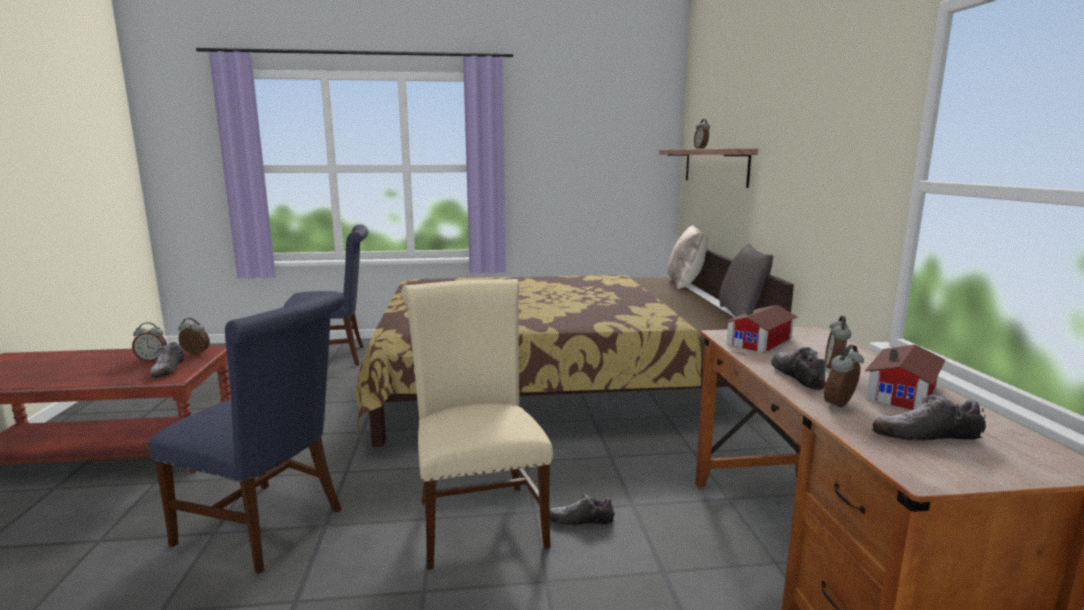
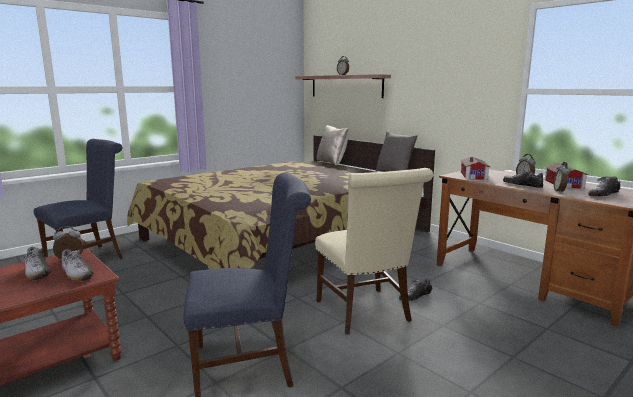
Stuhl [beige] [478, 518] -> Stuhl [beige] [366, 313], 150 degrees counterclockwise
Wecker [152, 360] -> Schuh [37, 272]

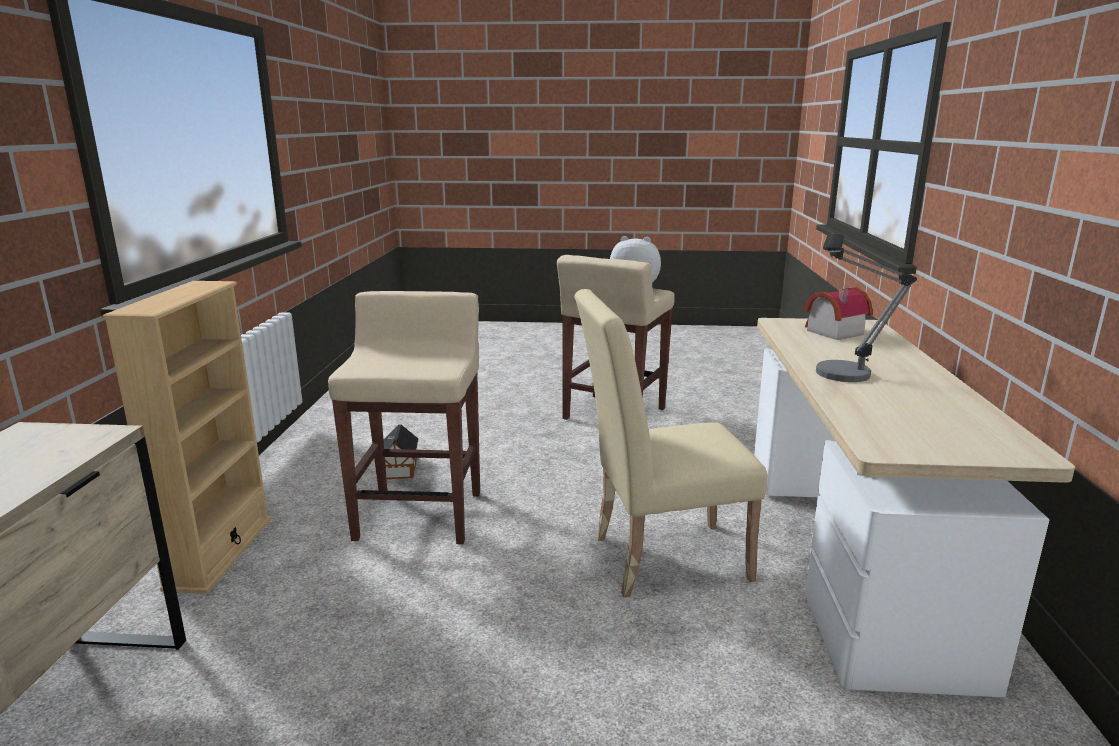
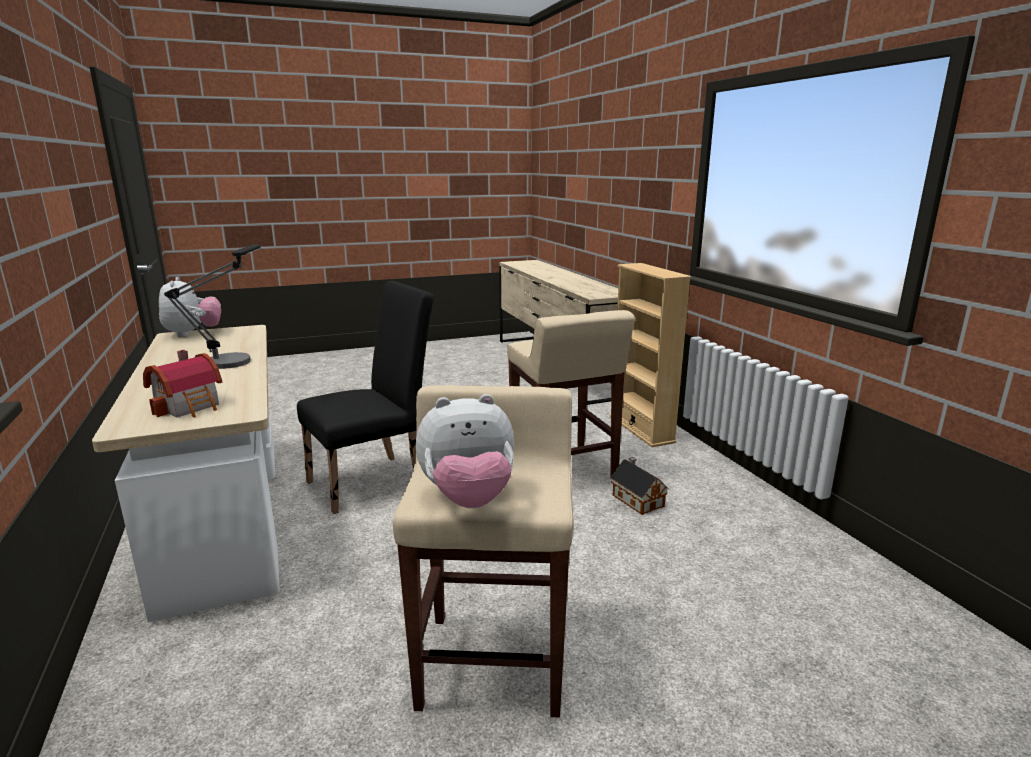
Stuhl [beige] [658, 558] -> Stuhl [schwarz] [375, 480]
none -> Plüschtier [193, 334]

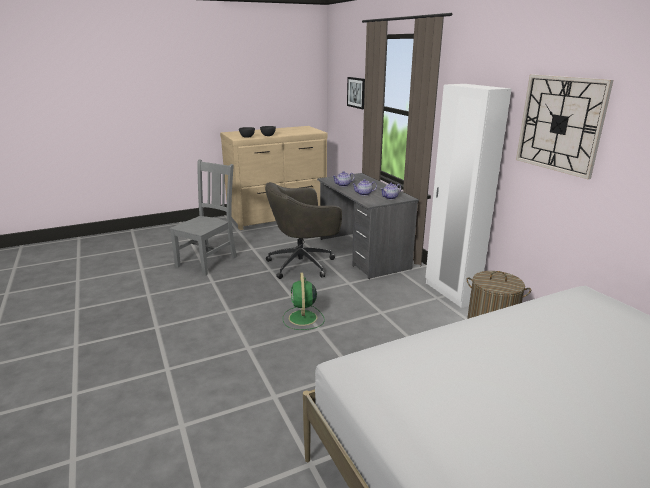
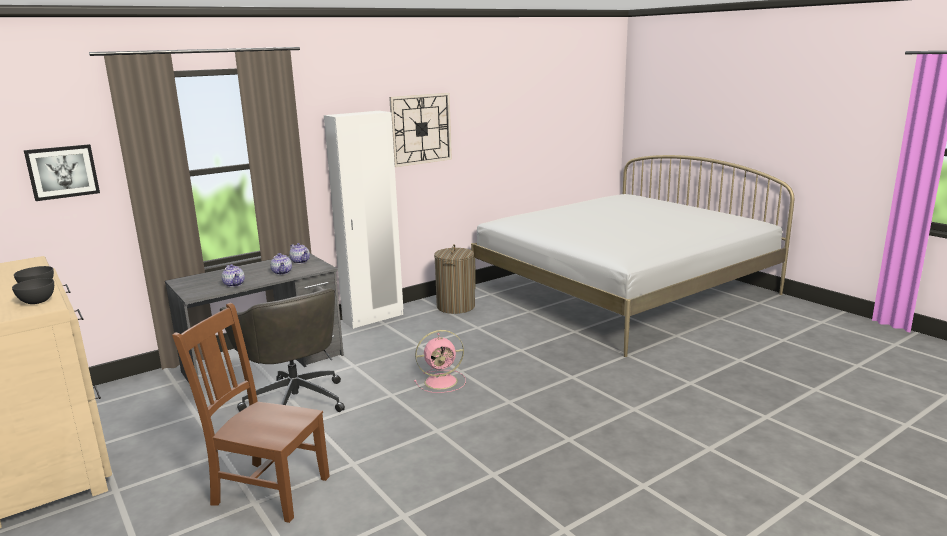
Stuhl [grau] [208, 261] -> Stuhl [braun] [268, 489]
Ventilator [grün] [303, 318] -> Ventilator [rosa] [442, 381]

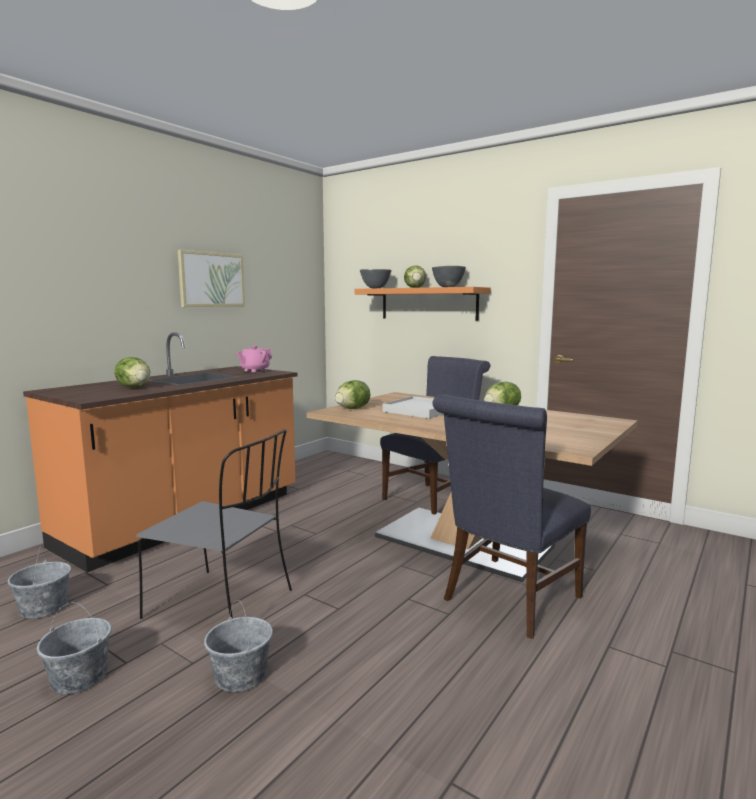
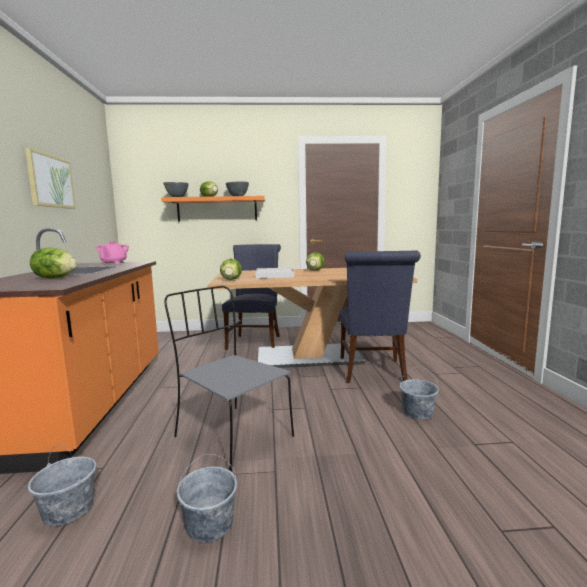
Stuhl [grau] [223, 605] -> Stuhl [grau] [231, 436], 120 degrees counterclockwise
Eimer [grau] [240, 675] -> Eimer [grau] [417, 412], relocated

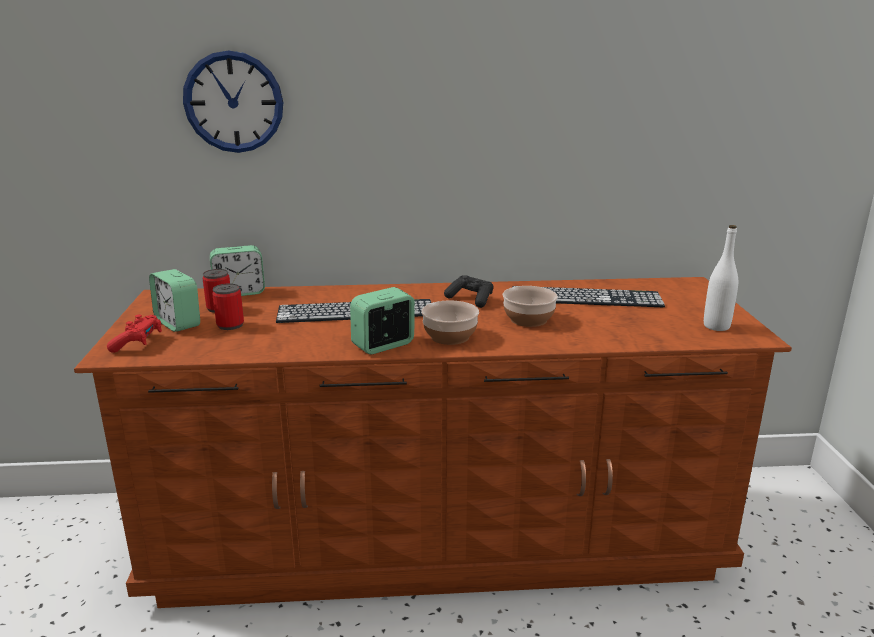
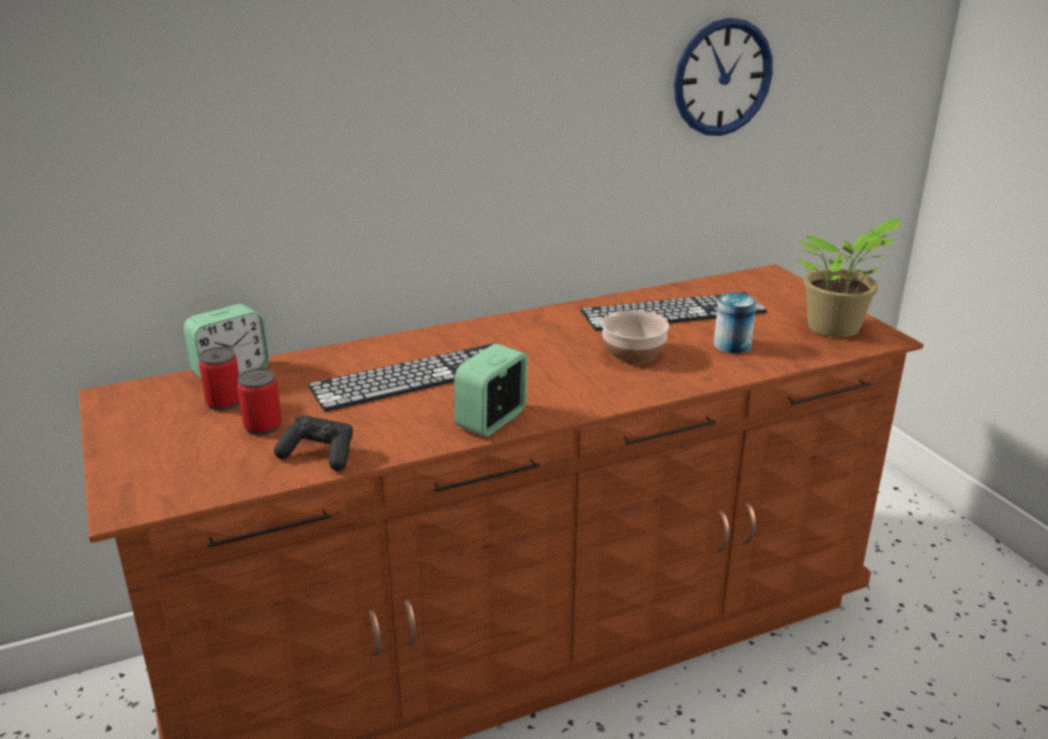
Wanduhr [233, 102] -> Wanduhr [722, 77], relocated
Flasche [weiß] [716, 326] -> Topfpflanze [836, 329]
Wecker [178, 323] -> none
Gamepad [schwarz] [471, 299] -> Gamepad [schwarz] [319, 454], relocated
Schüssel [449, 336] -> none
Gamepad [rot] [138, 343] -> none
none -> Dose [732, 345]

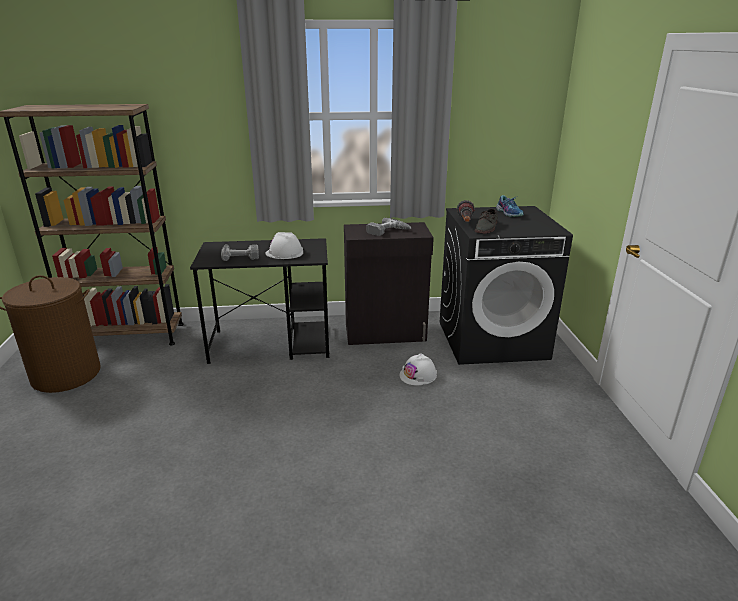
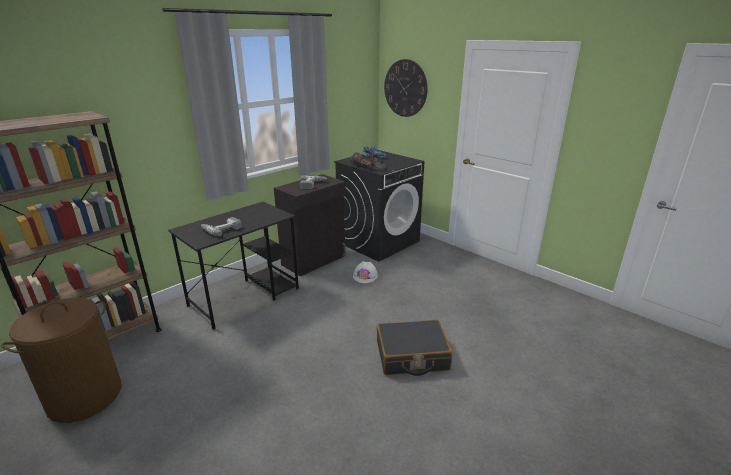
Schutzhelm [weiß] [284, 253] -> none
none -> Wanduhr [405, 88]
none -> Koffer [schwarz] [412, 356]

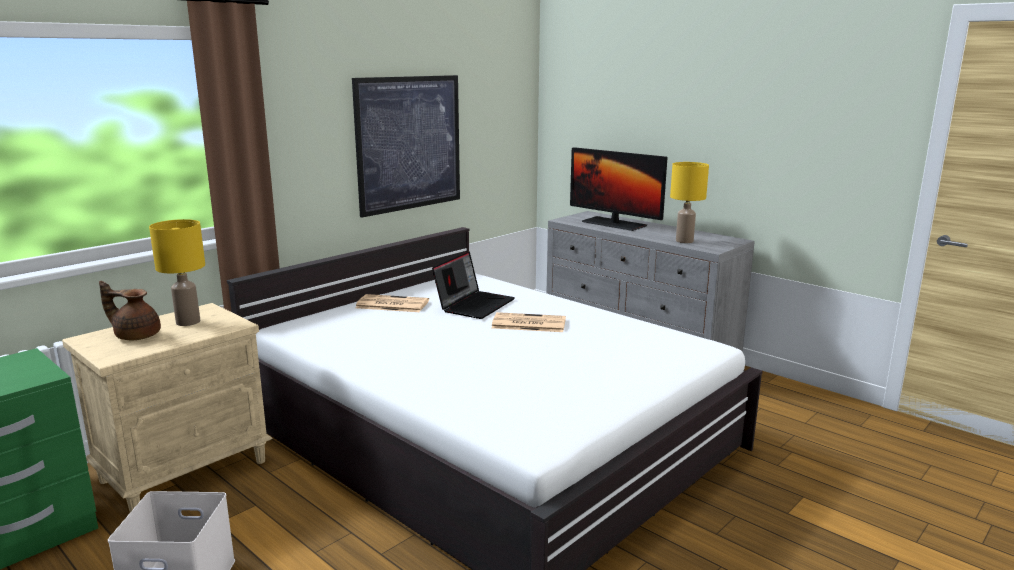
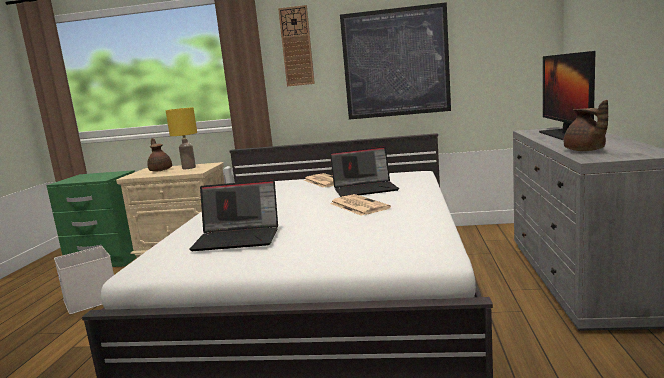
Tischlampe [gelb] [684, 241] -> Teekanne [braun] [585, 150]
none -> Wanduhr [296, 46]
none -> Laptop [239, 238]

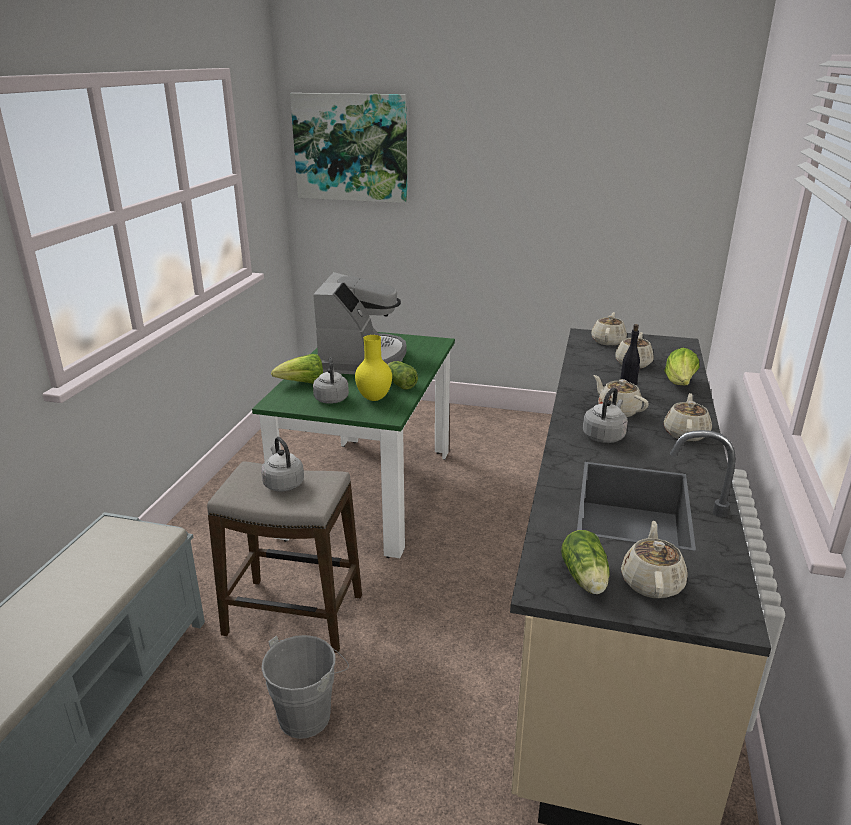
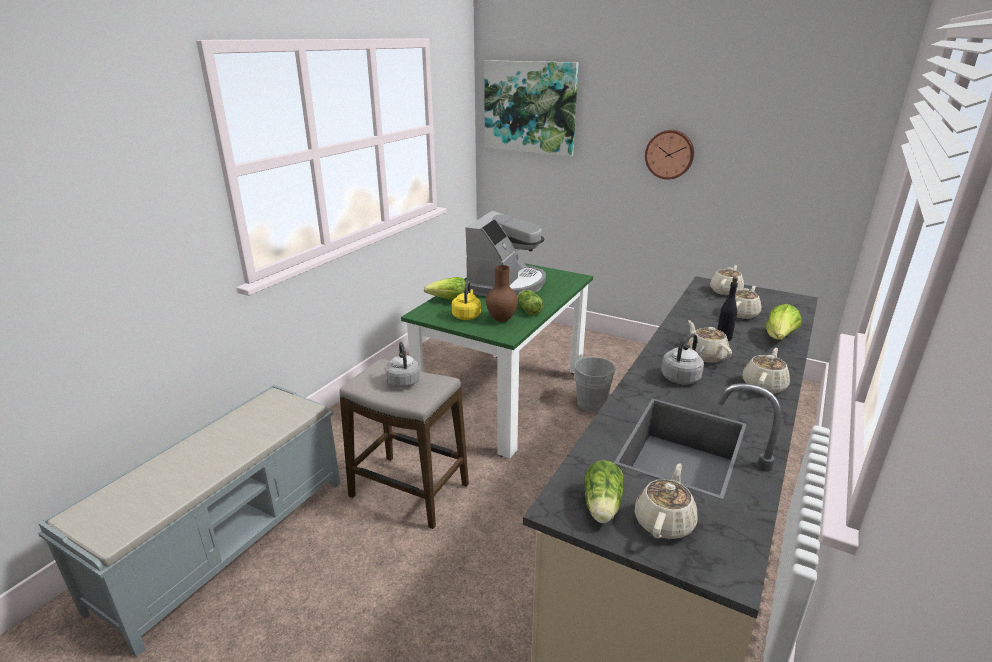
Vase [gelb] [375, 398] -> Vase [braun] [502, 320]
Wasserkessel [grau] [331, 398] -> Wasserkessel [gelb] [466, 315]
Eimer [grau] [309, 713] -> Eimer [grau] [594, 402], relocated
none -> Wanduhr [669, 154]

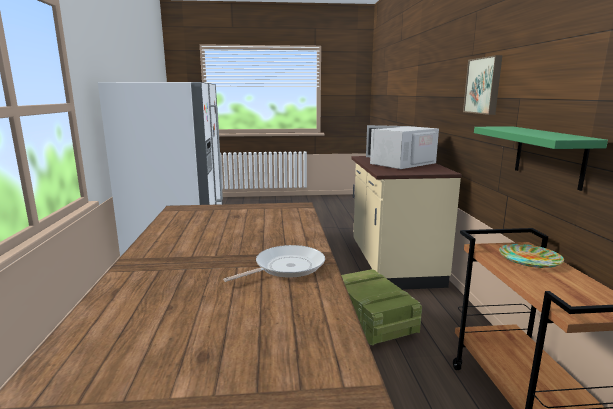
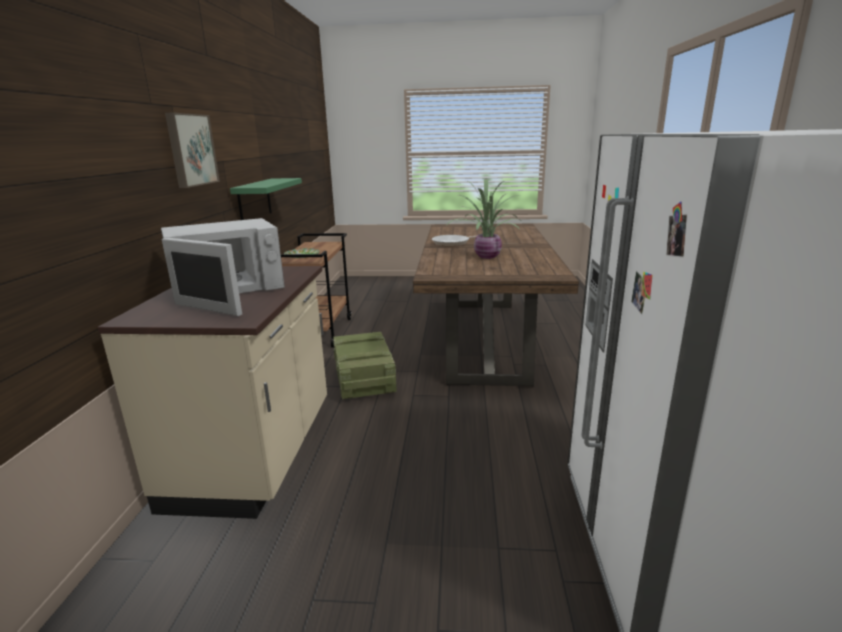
none -> Topfpflanze [487, 256]

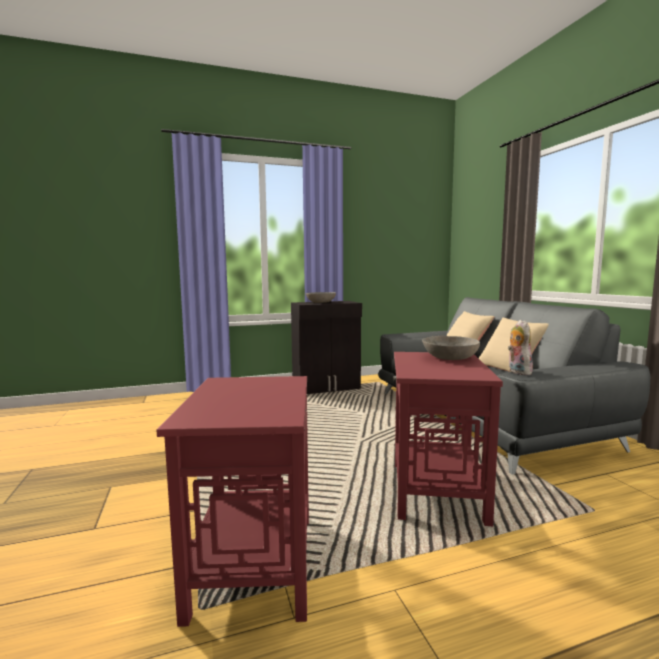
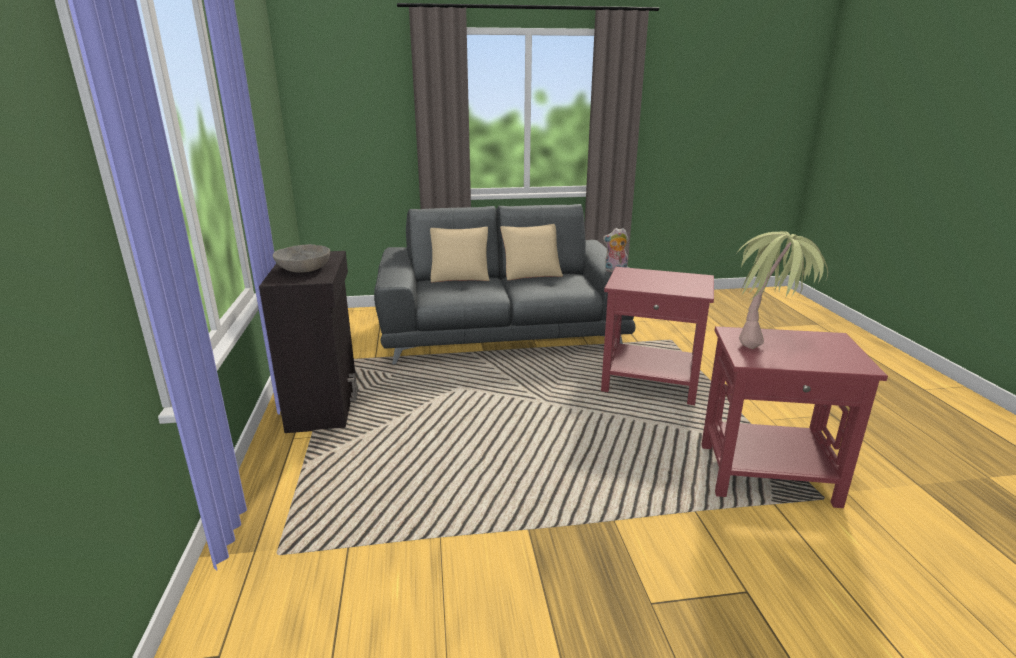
Schüssel [grau] [449, 358] -> none
none -> Topfpflanze [767, 341]

